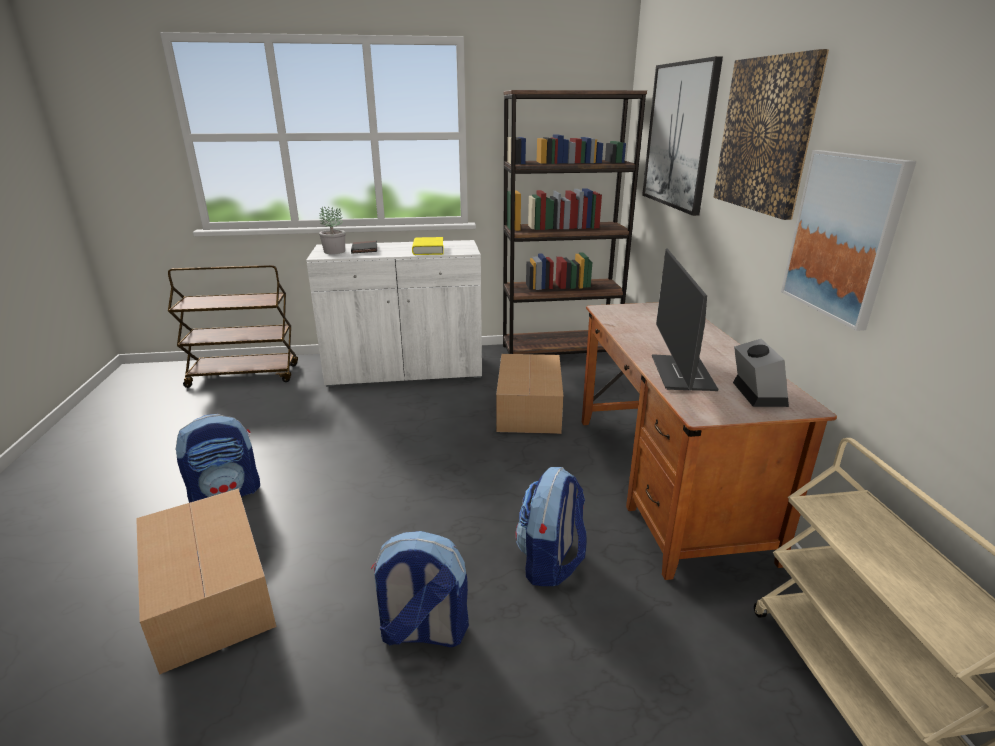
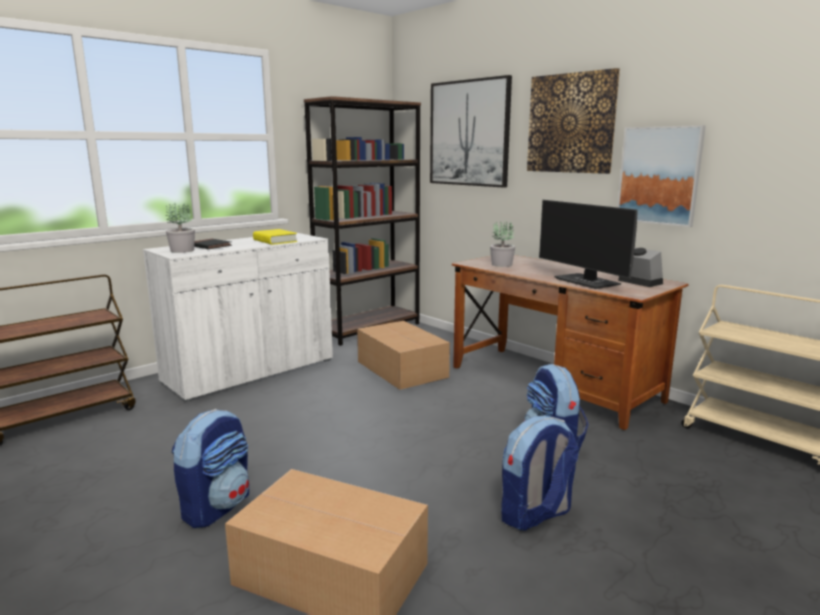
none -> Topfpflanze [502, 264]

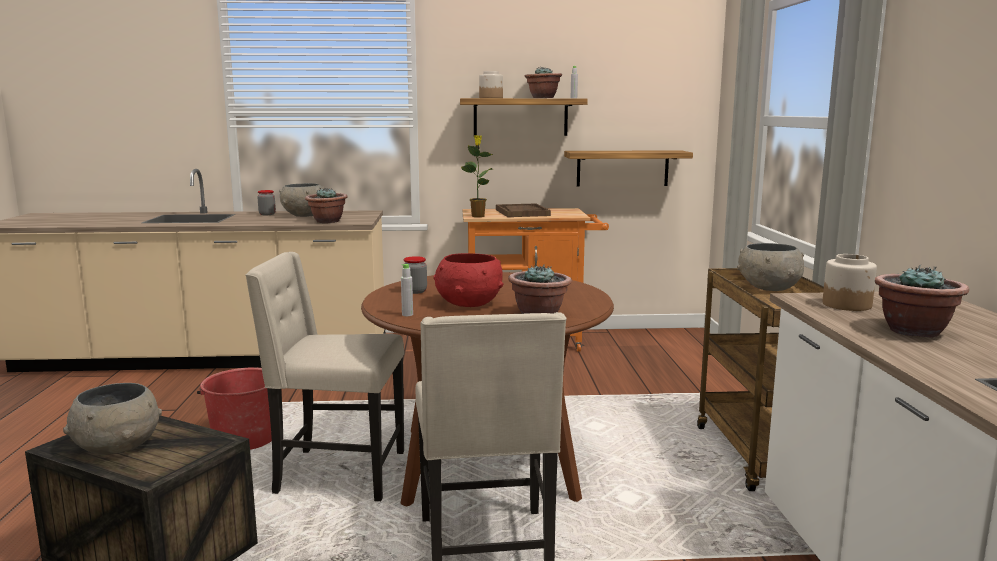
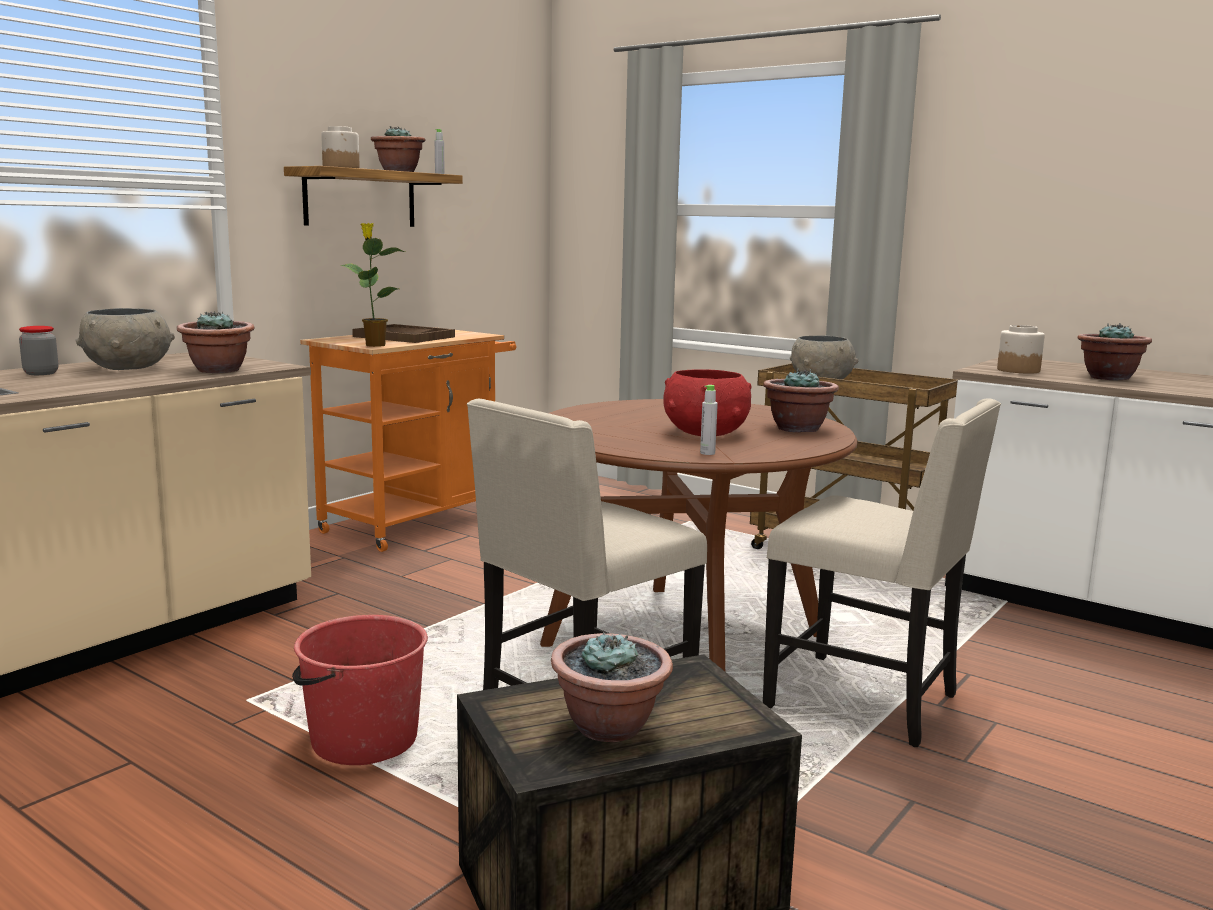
Wandregal [622, 168] -> none
Vorratsglas [415, 291] -> none
Schüssel [grau] [117, 446] -> Topfpflanze [610, 727]

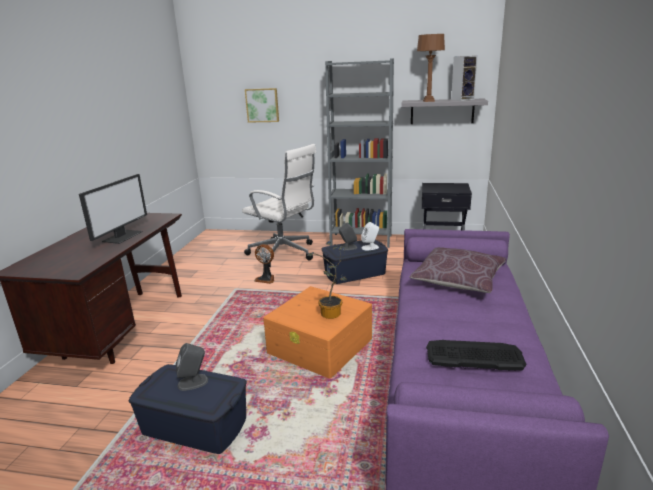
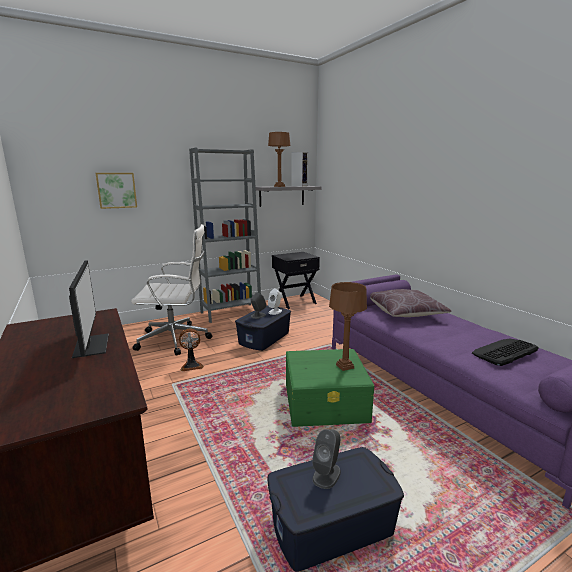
Topfpflanze [332, 315] -> Tischlampe [braun] [344, 366]
Aufbewahrungsbox [orange] [320, 346] -> Aufbewahrungsbox [grün] [326, 402]

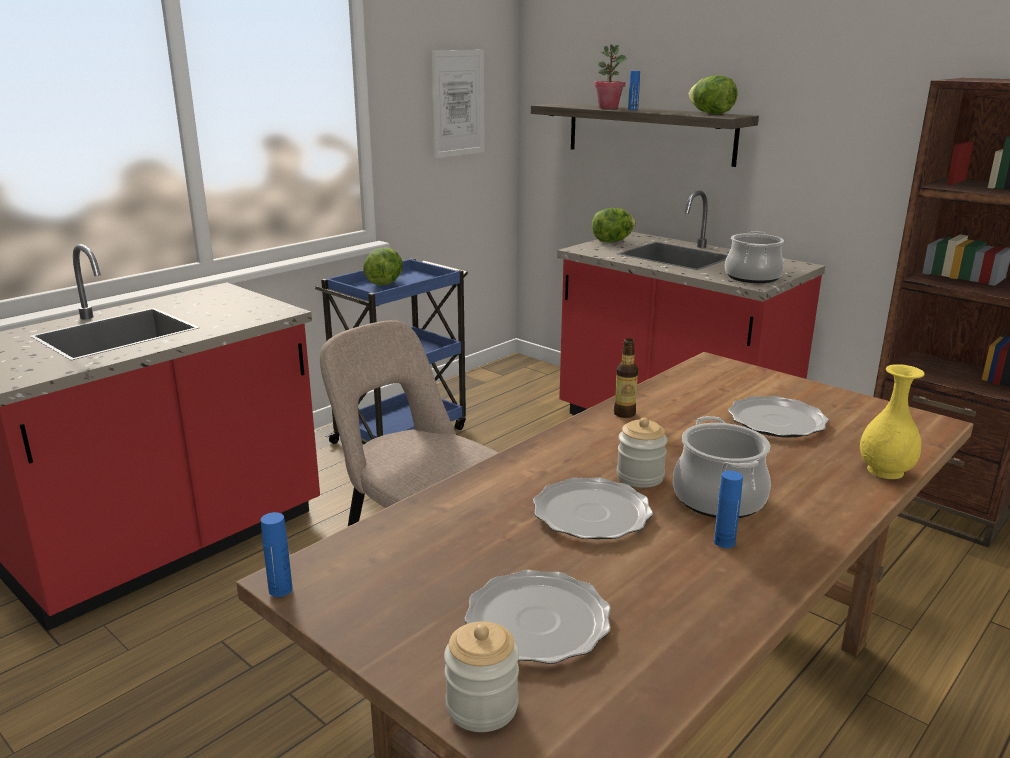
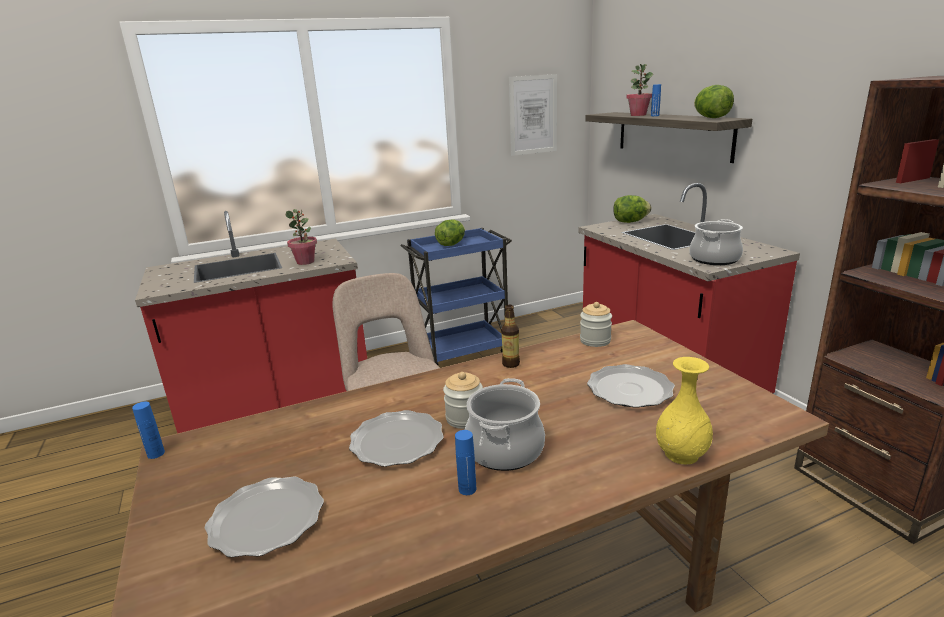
Vorratsglas [482, 706] -> Vorratsglas [595, 340], relocated
none -> Topfpflanze [305, 262]

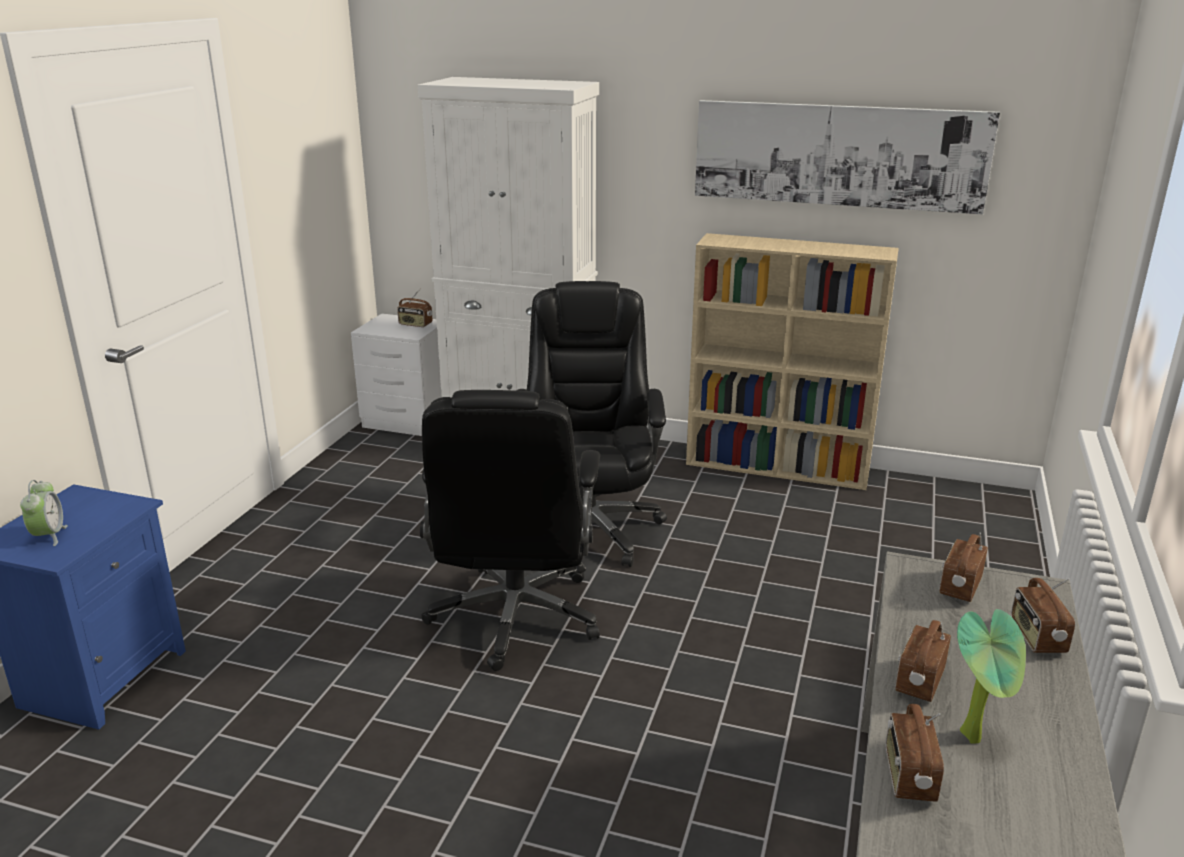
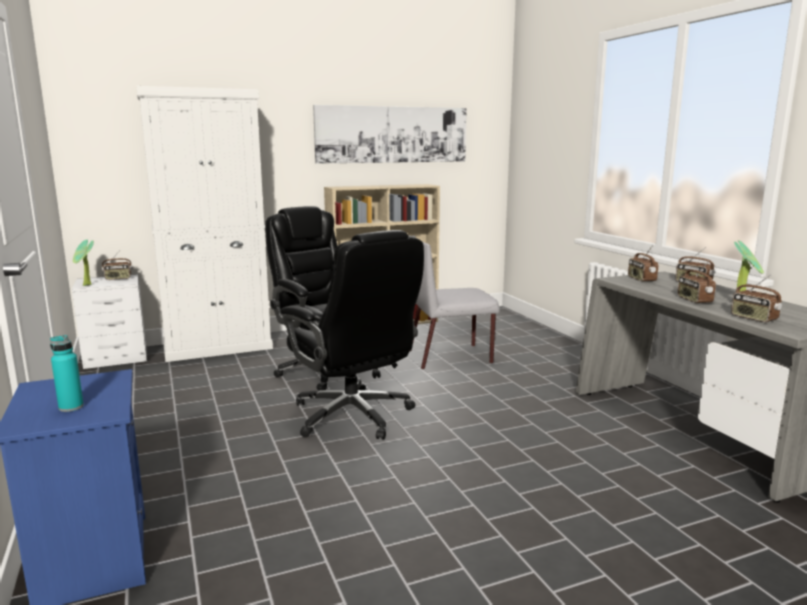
Wecker [49, 536] -> Flasche [türkis] [71, 407]
none -> Stuhl [grau] [451, 356]
none -> Topfpflanze [86, 285]

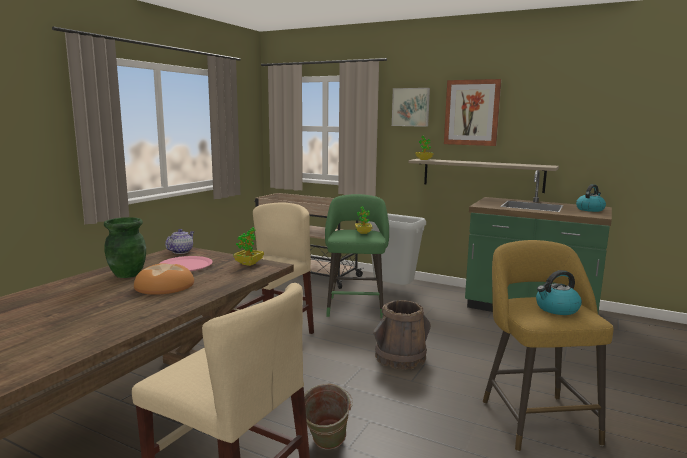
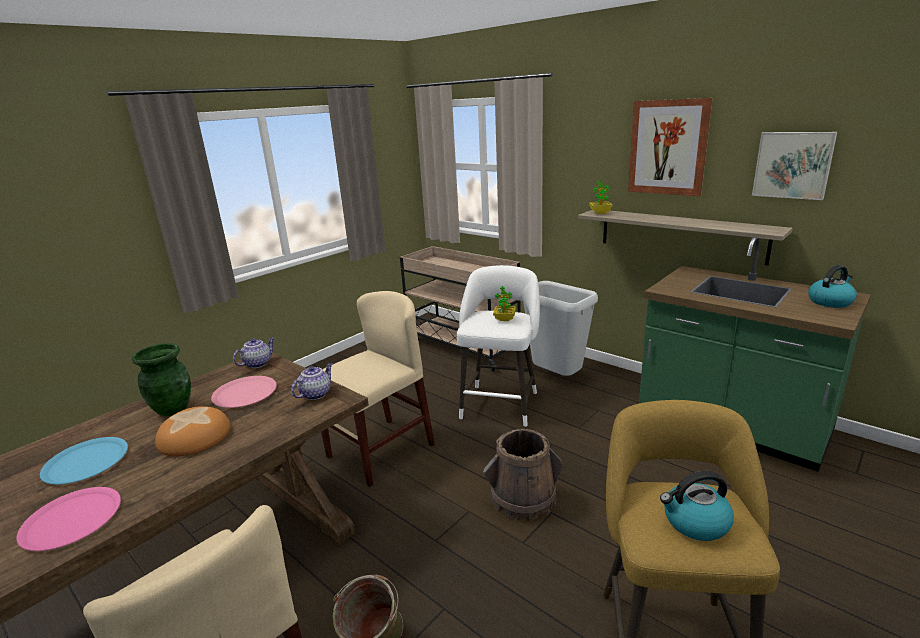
Bild [411, 107] -> Bild [793, 165], relocated
Hocker [grün] [355, 306] -> Hocker [weiß] [500, 403]
Topfpflanze [249, 264] -> Teekanne [316, 394]
none -> Teller [blau] [86, 461]
none -> Teller [rosa] [72, 519]

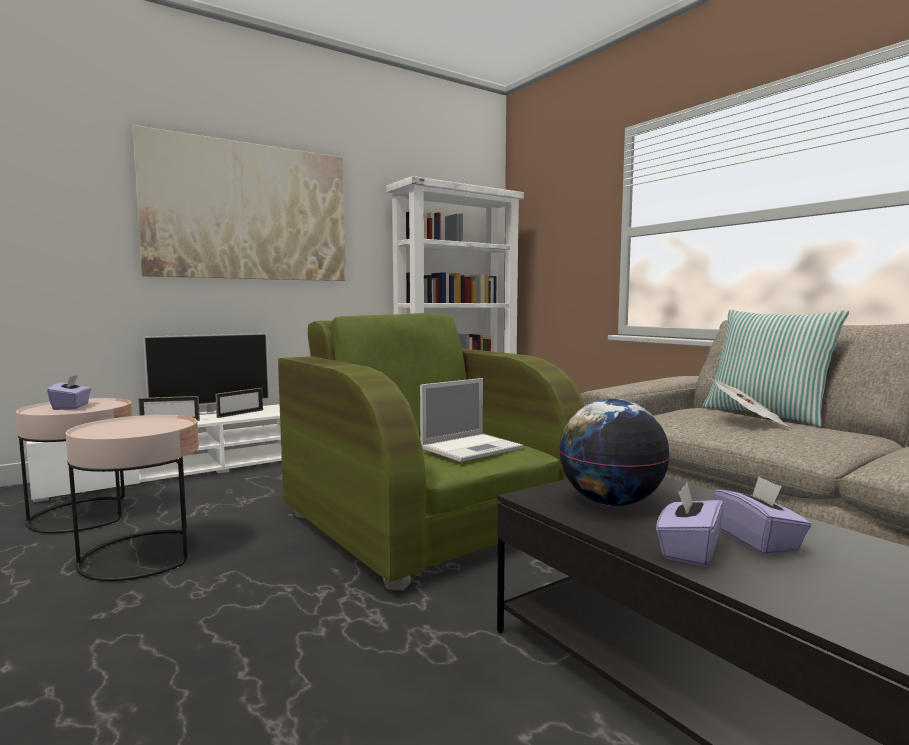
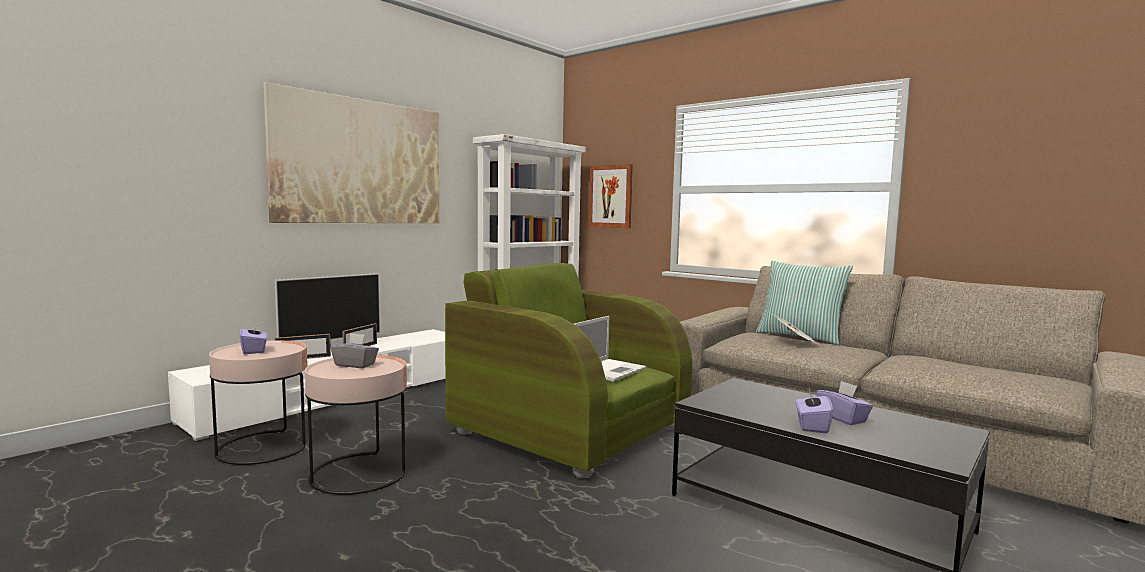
Globus [611, 502] -> none
none -> Bild [611, 196]
none -> Taschentuchbox [grau] [355, 365]

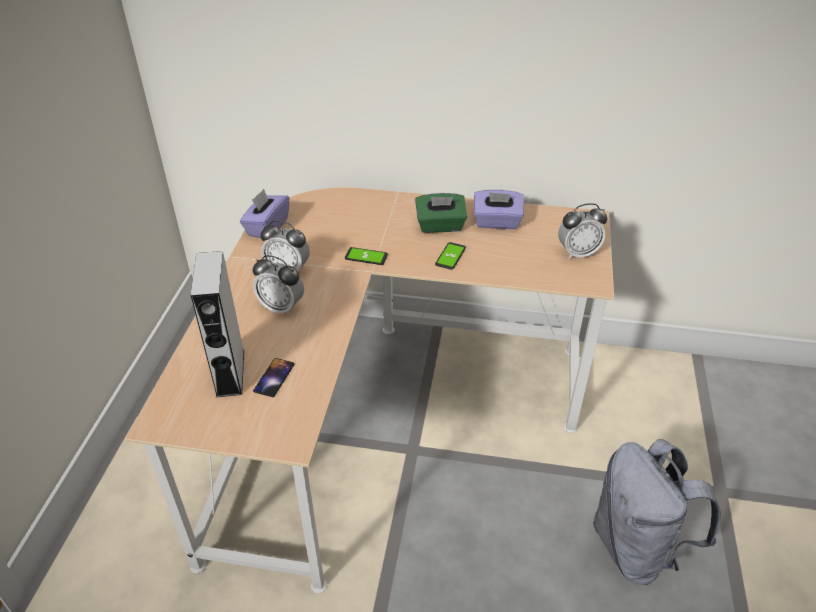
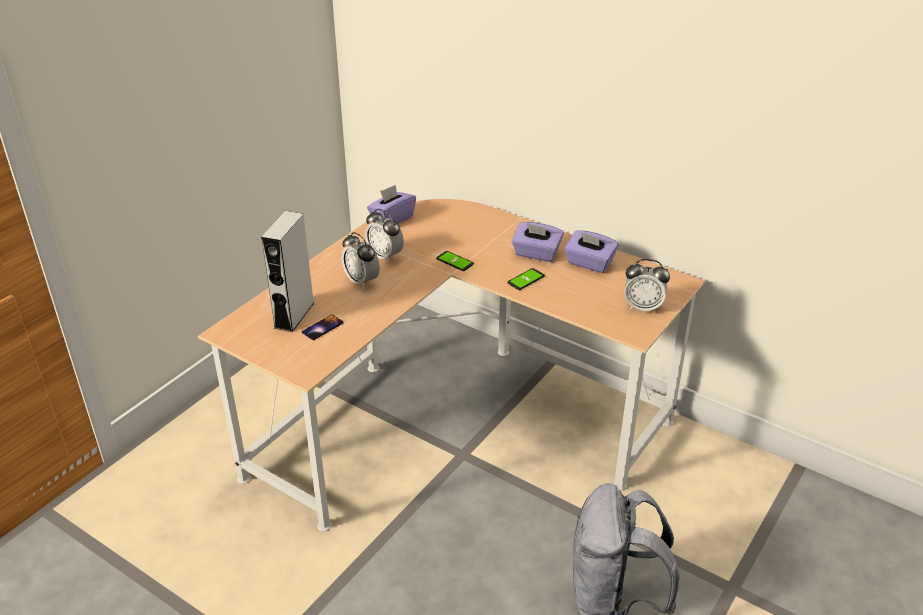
Taschentuchbox [grün] [440, 226] -> Taschentuchbox [lila] [536, 254]

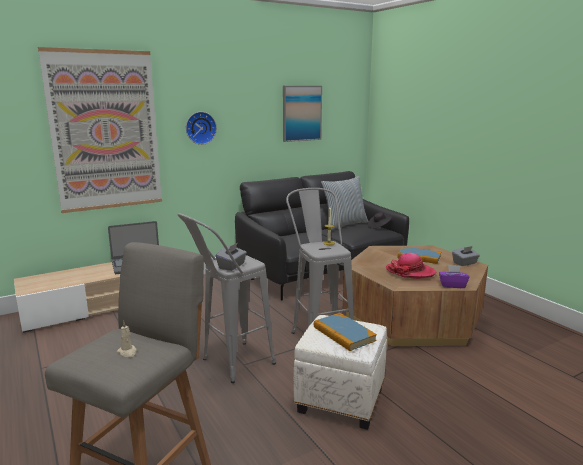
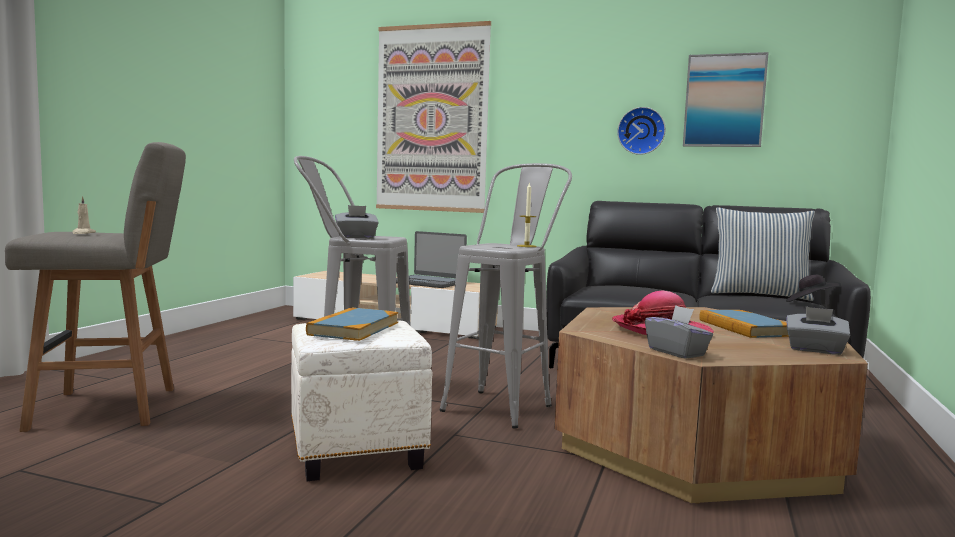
Wanduhr [200, 128] -> Wanduhr [641, 131], relocated
Taschentuchbox [lila] [452, 285] -> Taschentuchbox [grau] [677, 352]

